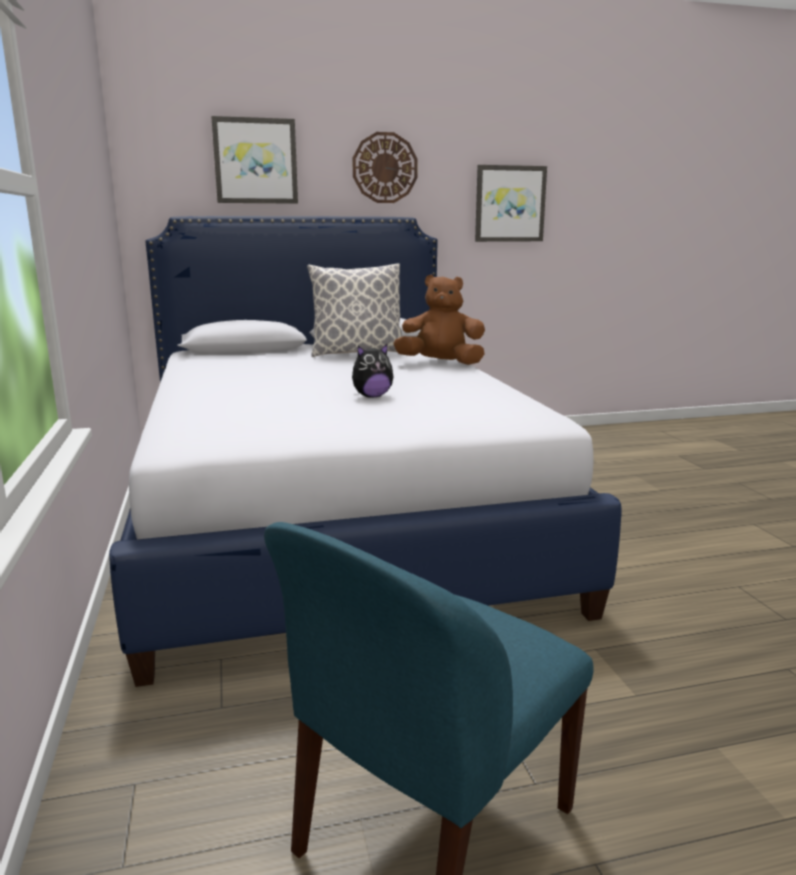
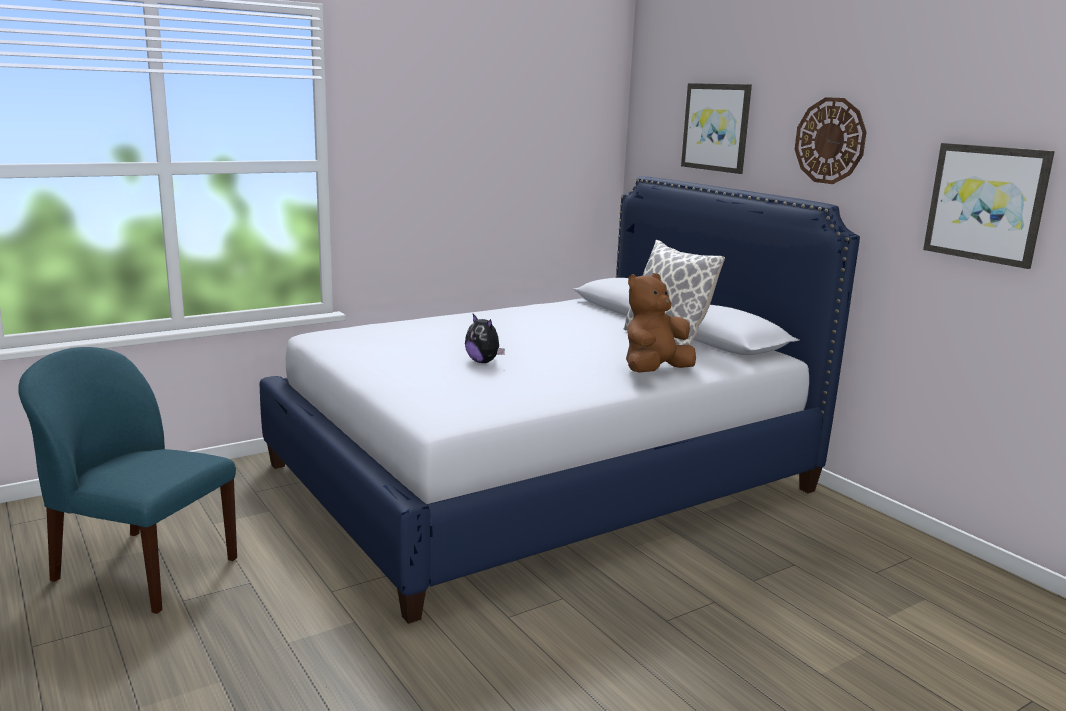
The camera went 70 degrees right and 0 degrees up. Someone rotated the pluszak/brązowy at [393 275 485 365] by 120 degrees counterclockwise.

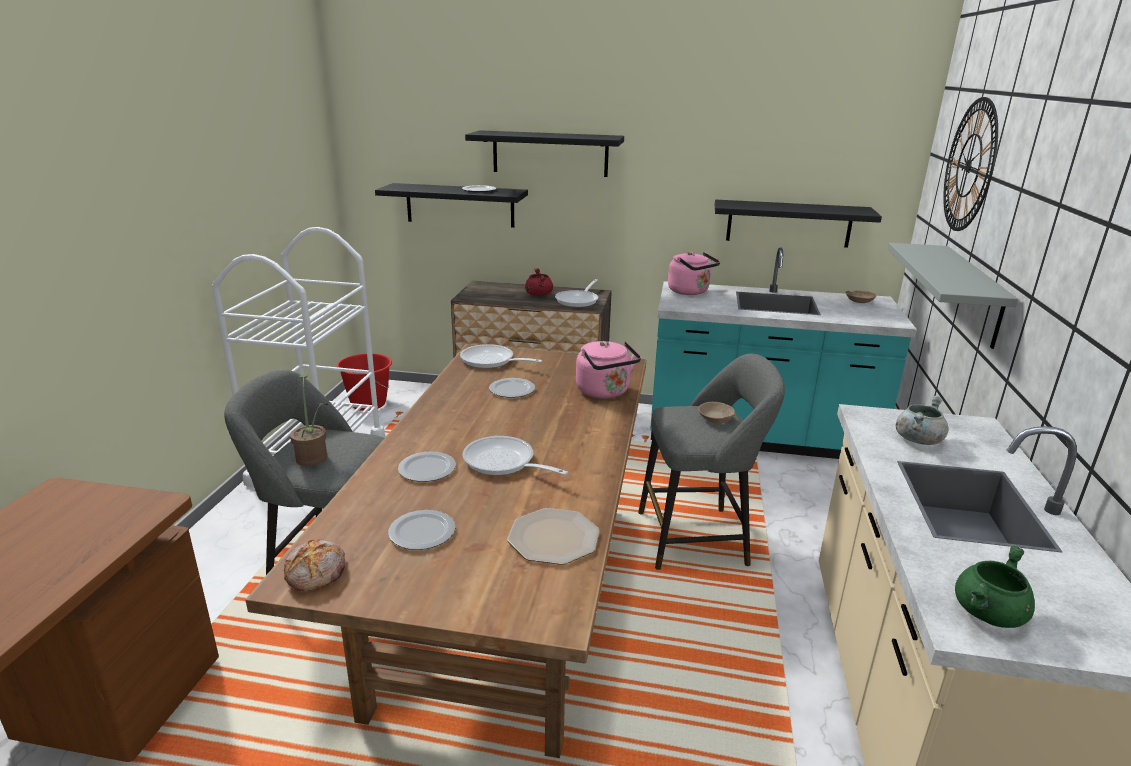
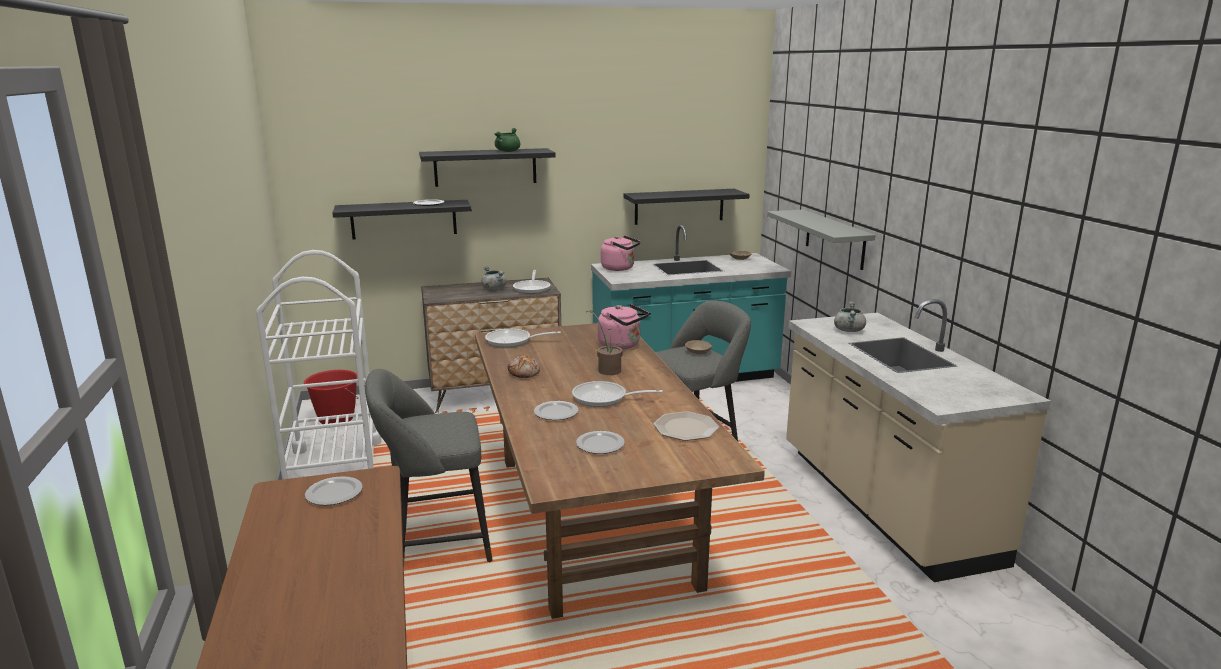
The camera went 25 degrees left and 5 degrees down. Someone took away the zegar ścienny at [943 97 998 231]. Someone repainted the garnek/czerwony at [525 268 553 296], which became the garnek/szary at [482 266 506 290]. Someone carried the roślina doniczkowa from [290 375 328 466] to [586 310 626 375]. Someone carried the talerz from [489 378 535 398] to [305 476 363 506]. Someone carried the chleb from [284 539 345 591] to [508 356 540 378]. Someone carried the garnek/zielony from [955 545 1035 628] to [495 128 520 152].

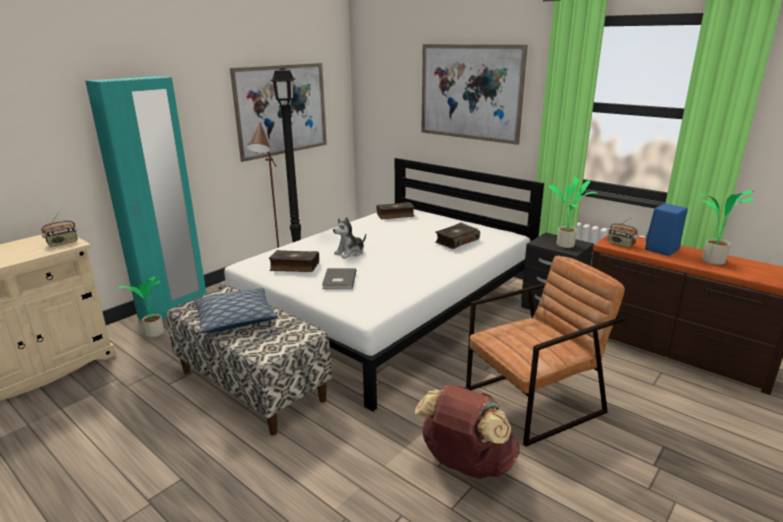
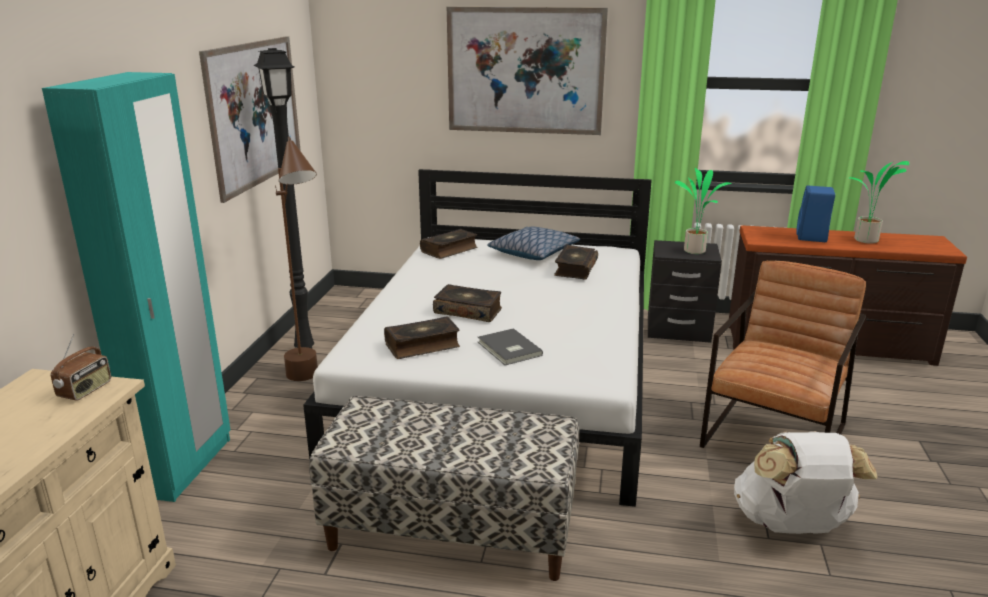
The camera went 30 degrees left and 0 degrees up. Someone swapped the pluszak at [333 217 366 259] for the książka at [433 284 502 322]. Someone took away the radio at [608 217 638 247]. Someone took away the roślina doniczkowa at [118 271 164 337]. Someone carried the poduszka from [194 288 278 333] to [487 227 580 260]. Someone repainted the plecak/brązowy at [415 385 520 479], which became the plecak/biały at [734 431 878 534].

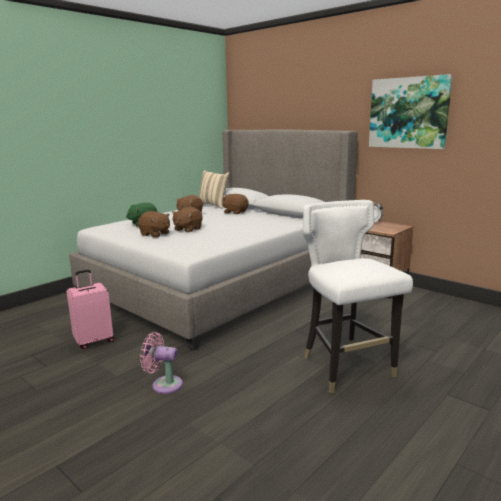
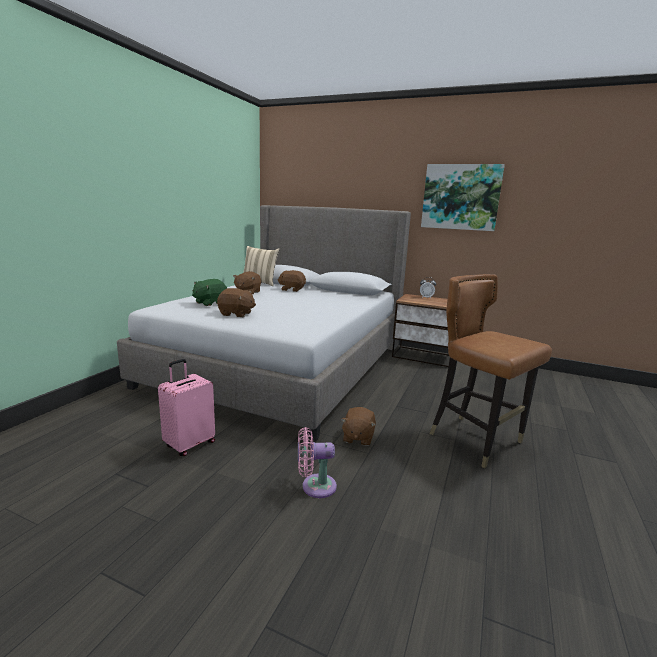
The camera went 20 degrees left and 0 degrees up. Someone repainted the krzesło/biały at [303 200 413 394], which became the krzesło/brązowy at [430 274 552 468]. Someone carried the pluszak/brązowy from [171 207 202 232] to [341 407 376 446].

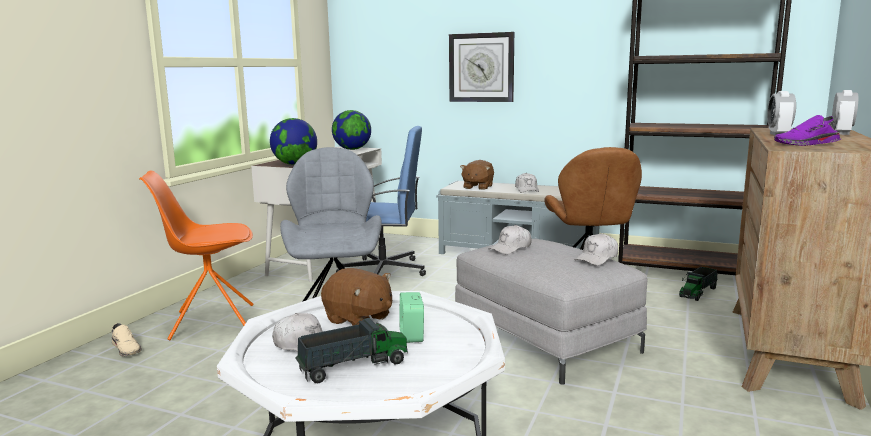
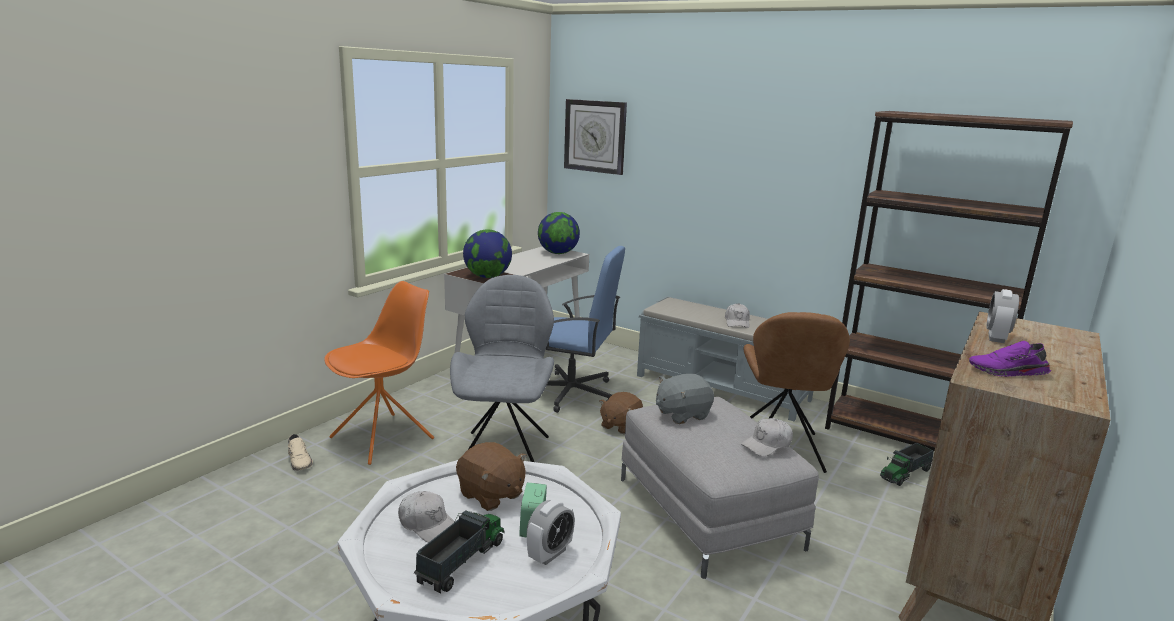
The camera went 10 degrees right and 5 degrees up. Someone carried the zegar ścienny from [449 32 514 102] to [564 99 627 175]. Someone carried the budzik from [832 90 858 135] to [527 499 575 565]. Someone carried the pluszak/brązowy from [460 160 494 190] to [599 392 643 434]. Someone rotated the krzesło/pomarańczowy at [139 170 254 340] by 135 degrees clockwise. Someone swapped the czapka z daszkiem/biały at [488 225 532 254] for the pluszak/szary at [656 374 714 424]. Someone rotated the ciężarówka zabawkowa at [295 318 408 383] by 45 degrees counterclockwise.

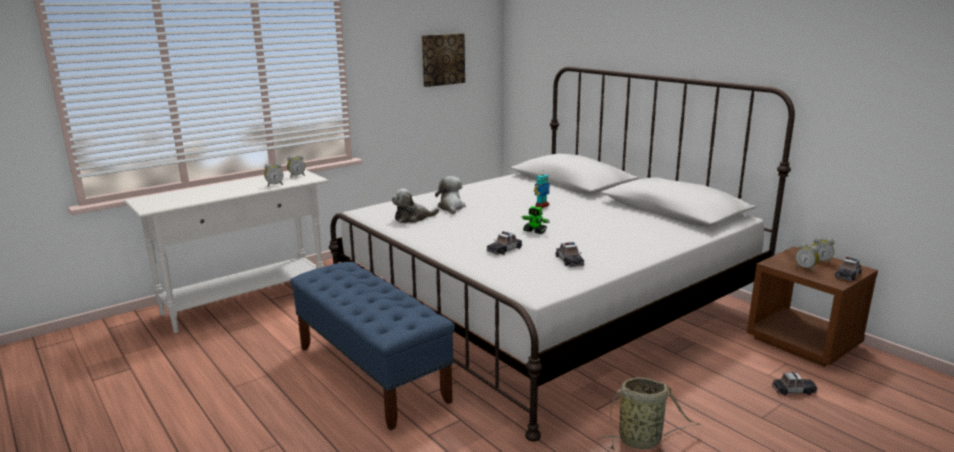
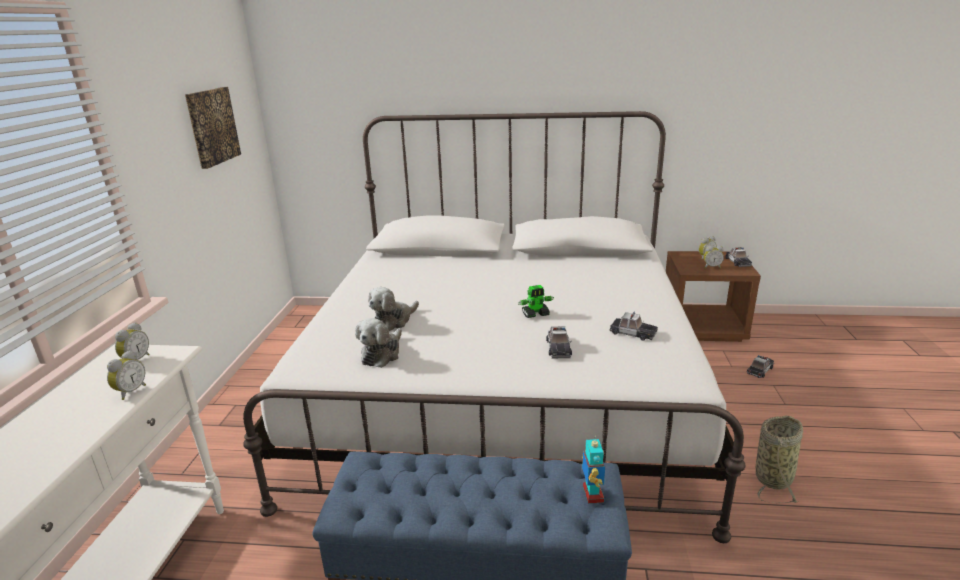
The camera went 45 degrees left and 5 degrees up. Someone carried the robot zabawkowy from [534 170 549 208] to [582 435 605 503]. Someone rotated the pluszak at [435 176 466 214] by 90 degrees counterclockwise.

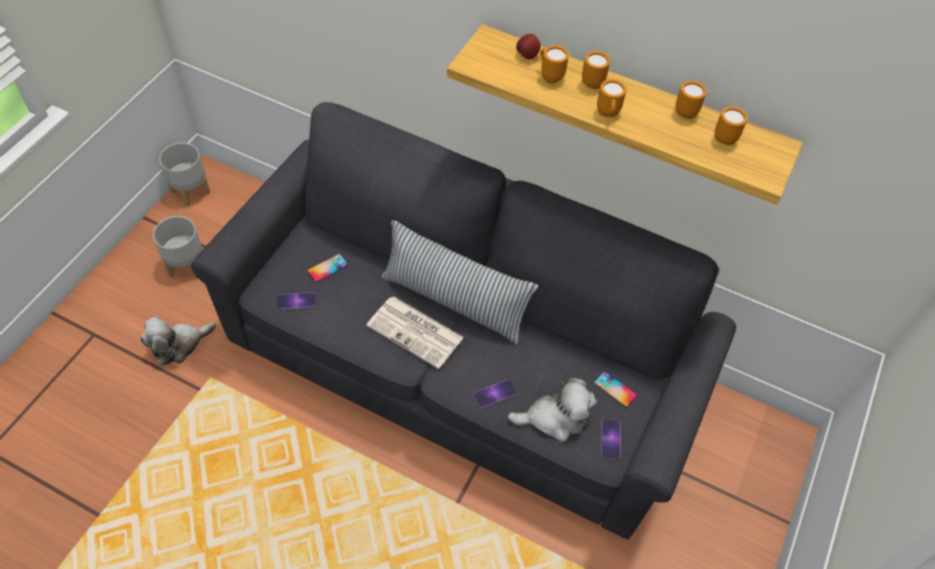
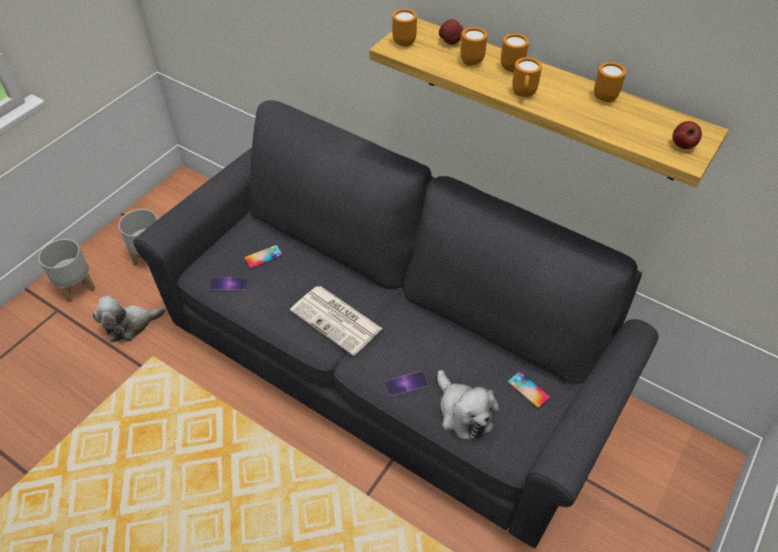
The camera went 10 degrees right and 5 degrees down. Someone carried the kubek/pomarańczowy from [715 106 748 145] to [392 9 417 47]. Someone carried the donica/szary from [159 143 210 206] to [38 239 95 302]. Someone took away the poduszka at [382 220 538 345]. Someone rotated the pluszak at [507 377 597 442] by 60 degrees clockwise. Someone took away the telefon at [601 418 621 459]. Someone put down the jabłko at [672 121 702 149].

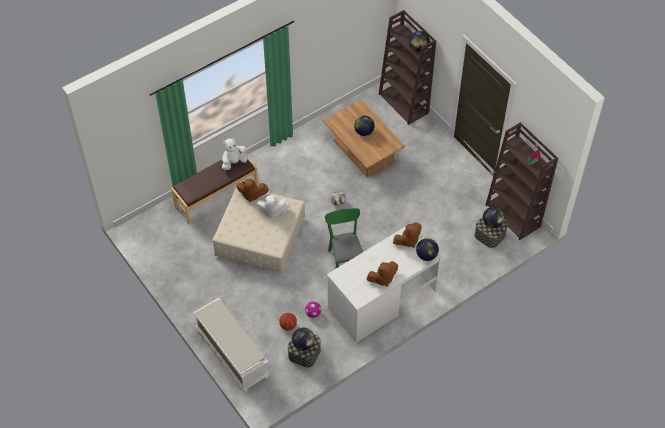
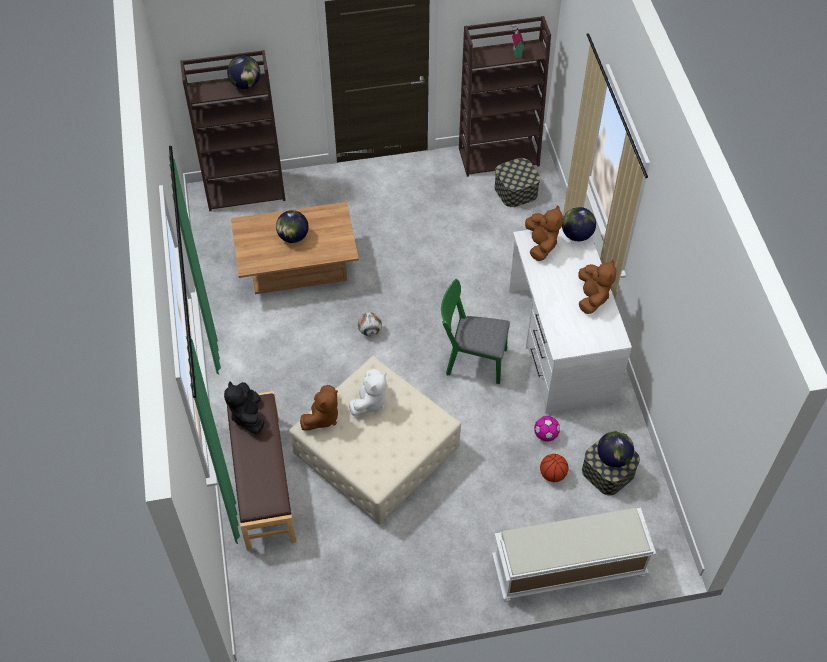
The camera went 65 degrees left and 0 degrees up. Someone repainted the pluszak/biały at [222 137 248 170], which became the pluszak/czarny at [224 381 264 434]. Someone took away the globus at [483 207 504 228].

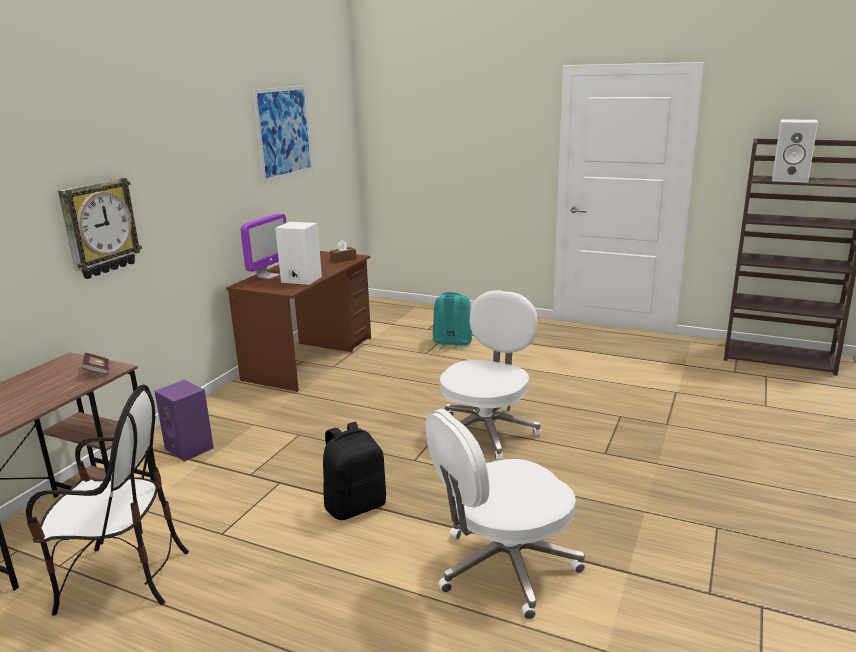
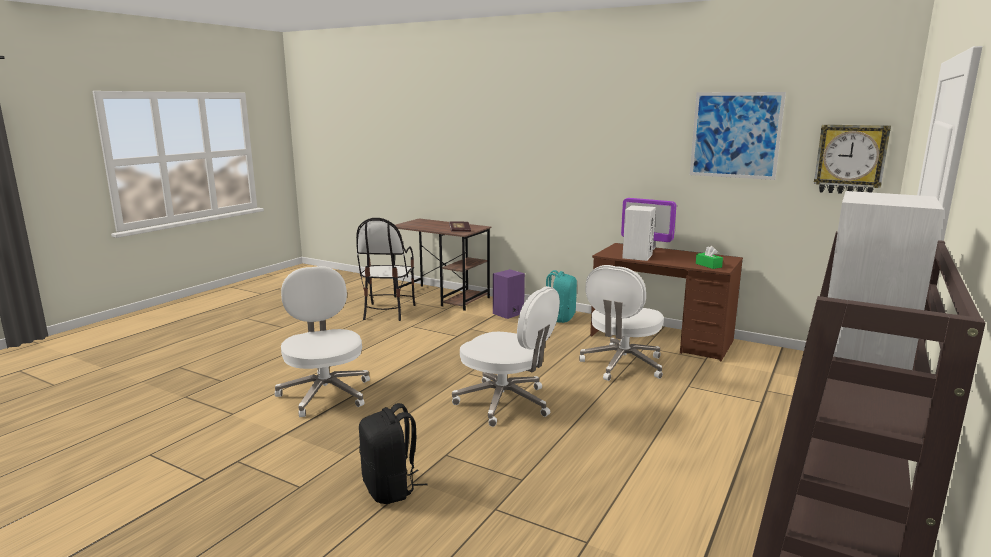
The camera went 95 degrees right and 5 degrees down. Someone carried the zegar ścienny from [58 178 142 279] to [814 124 891 194]. Someone repainted the pudełko chusteczek/brązowy at [330 240 357 263], which became the pudełko chusteczek/zielony at [696 246 723 269]. Someone carried the plecak/turkusowy from [433 292 472 350] to [546 270 577 323]. Someone carried the plecak/czarny from [323 422 386 520] to [359 403 428 504]. Someone put down the krzesło biurowe/biały at [579 265 664 381].

